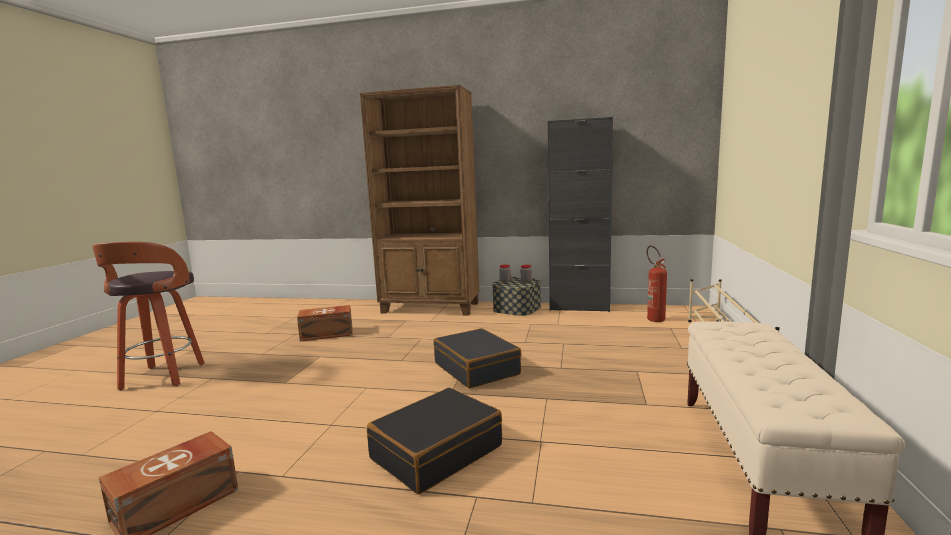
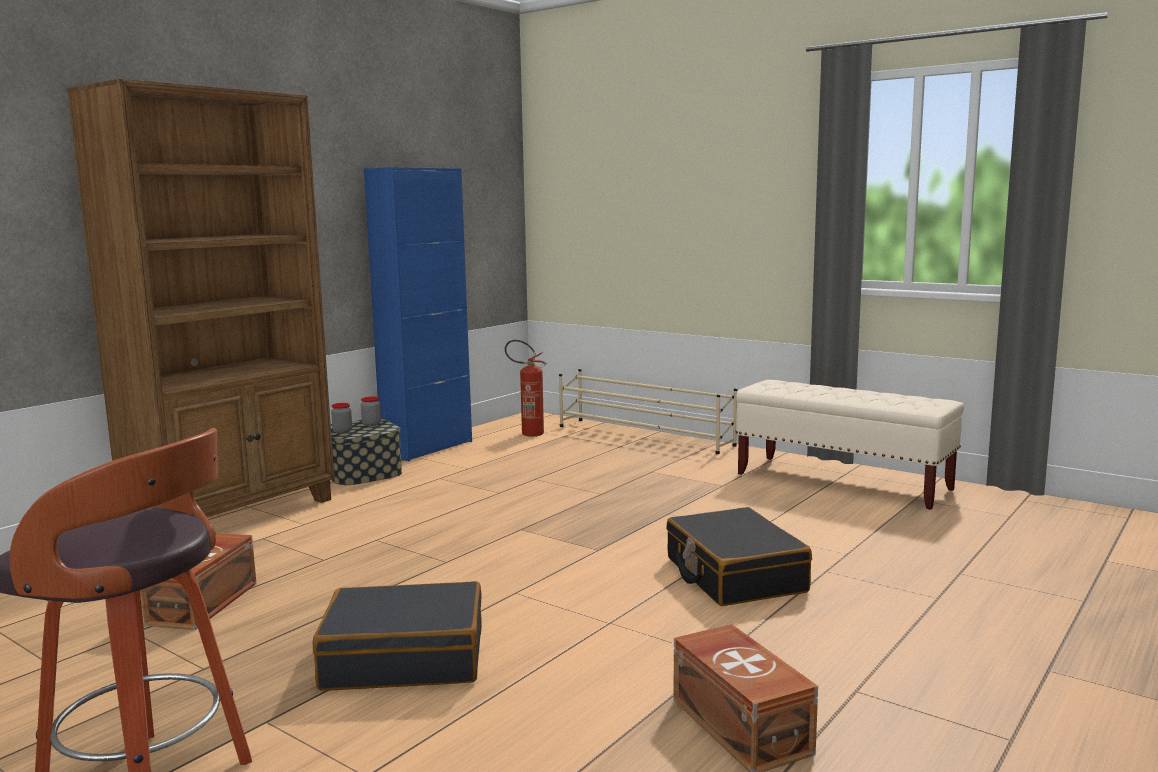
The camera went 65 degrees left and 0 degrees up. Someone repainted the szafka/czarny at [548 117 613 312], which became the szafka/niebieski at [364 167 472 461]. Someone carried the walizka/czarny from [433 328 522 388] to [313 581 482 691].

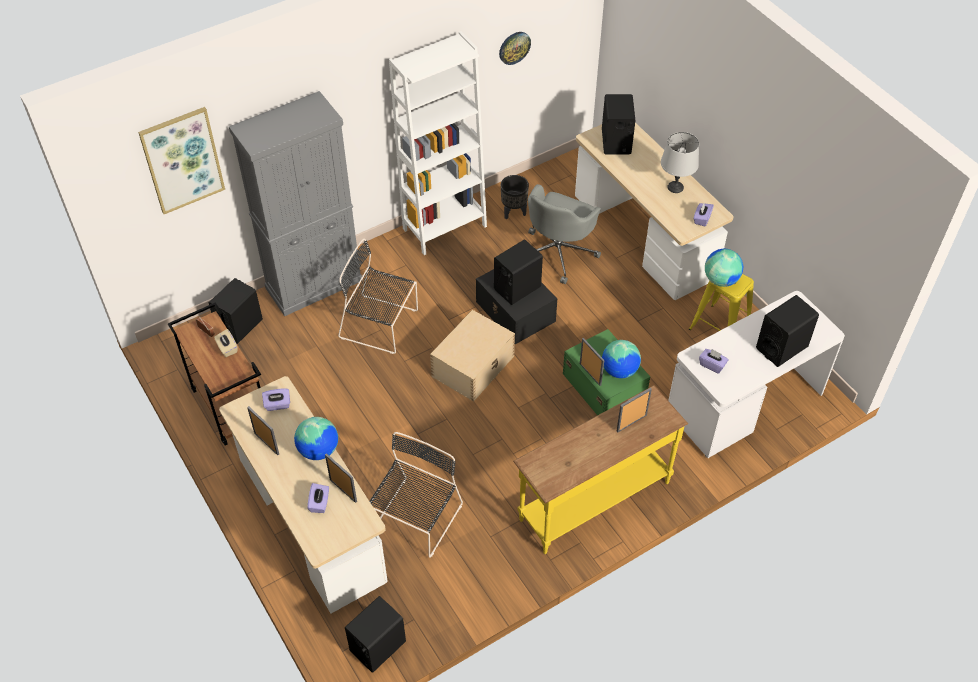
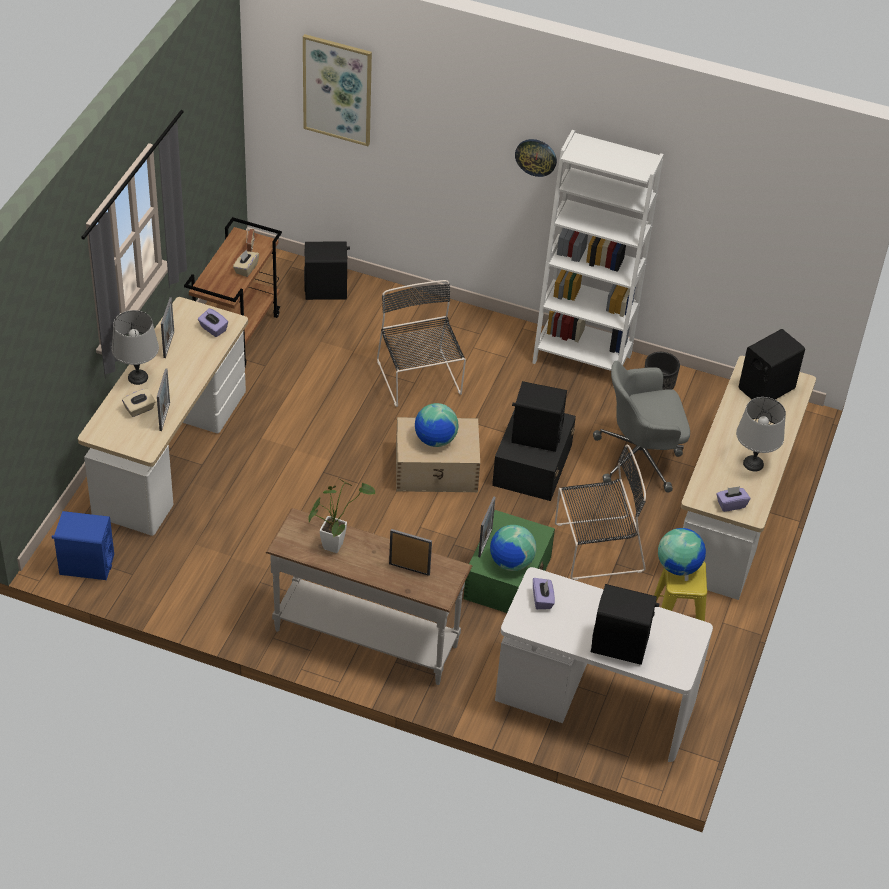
The camera went 50 degrees right and 5 degrees down. Someone carried the zegar ścienny from [499 32 531 65] to [515 139 557 177]. Someone took away the szafka/szary at [229 91 363 316]. Someone repainted the stolik konsolowy/żółty at [513 385 688 554], which became the stolik konsolowy/biały at [266 508 472 685]. Someone carried the globus from [294 417 338 460] to [415 403 459 447]. Someone carried the krzesło/czarny from [370 432 463 558] to [555 445 646 580]. Someone repainted the pudełko chusteczek/fioletowy at [307 483 329 513], which became the pudełko chusteczek/beżowy at [122 389 155 417]. Someone repainted the głośnik/czarny at [345 596 406 673], which became the głośnik/niebieski at [52 511 114 580]. Someone put down the lampa stołowa/szary at [112 310 159 385]. Someone put down the roślina doniczkowa at [308 479 375 553].

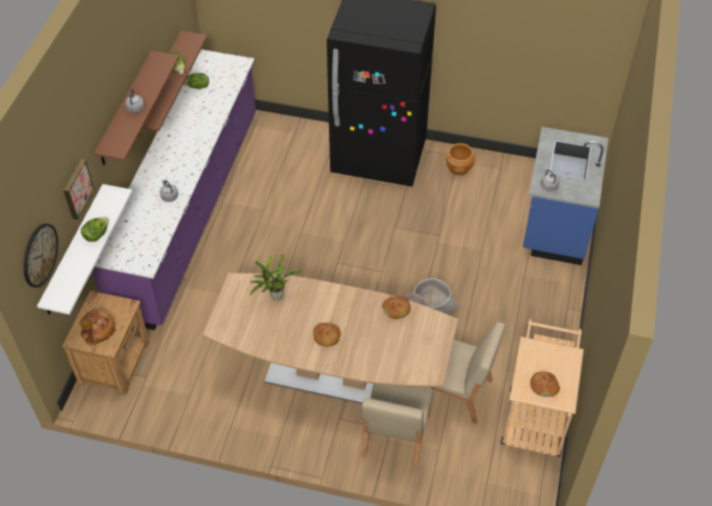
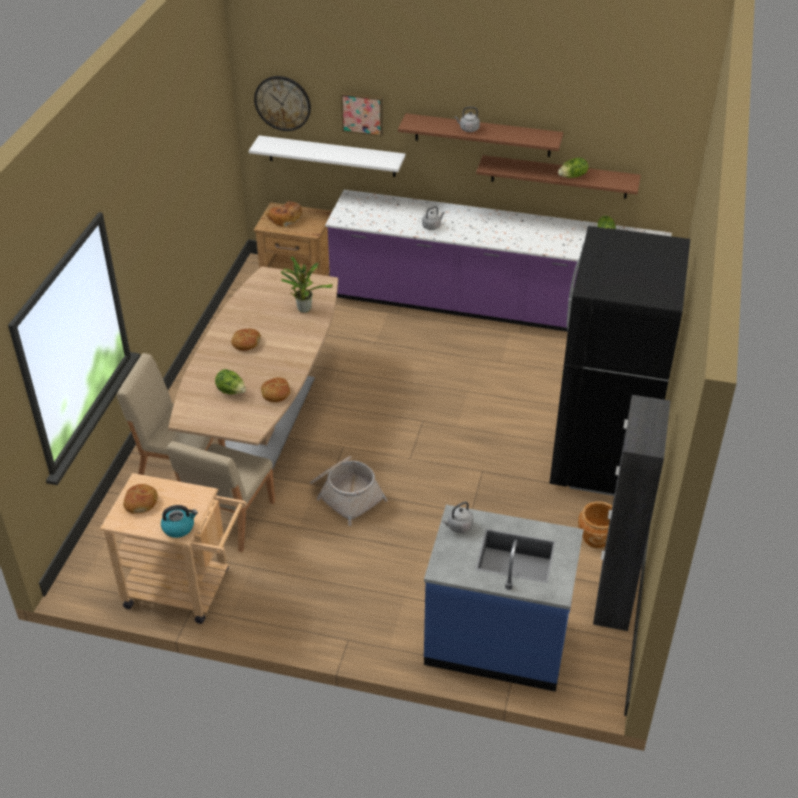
The camera went 90 degrees right and 10 degrees down. Someone carried the sałata from [81 217 108 242] to [215 369 246 395]. Someone put down the szafka/czarny at [593 395 670 631]. Someone put down the czajnik at [161 505 198 538].

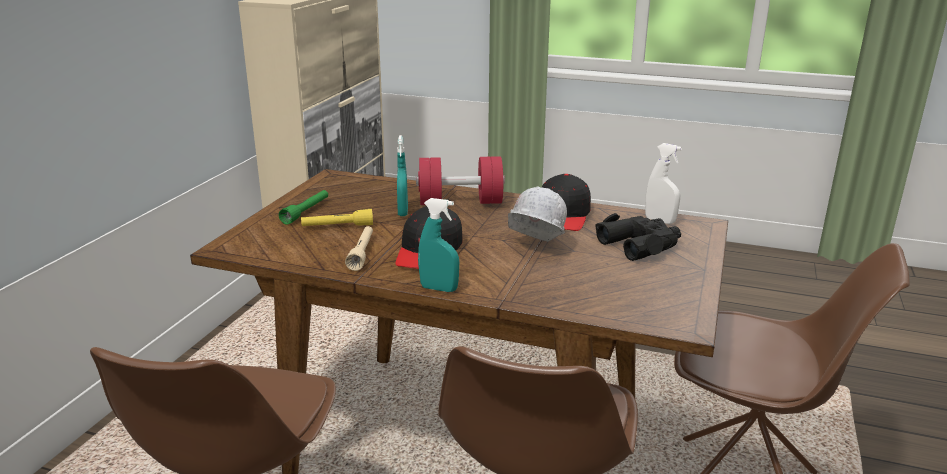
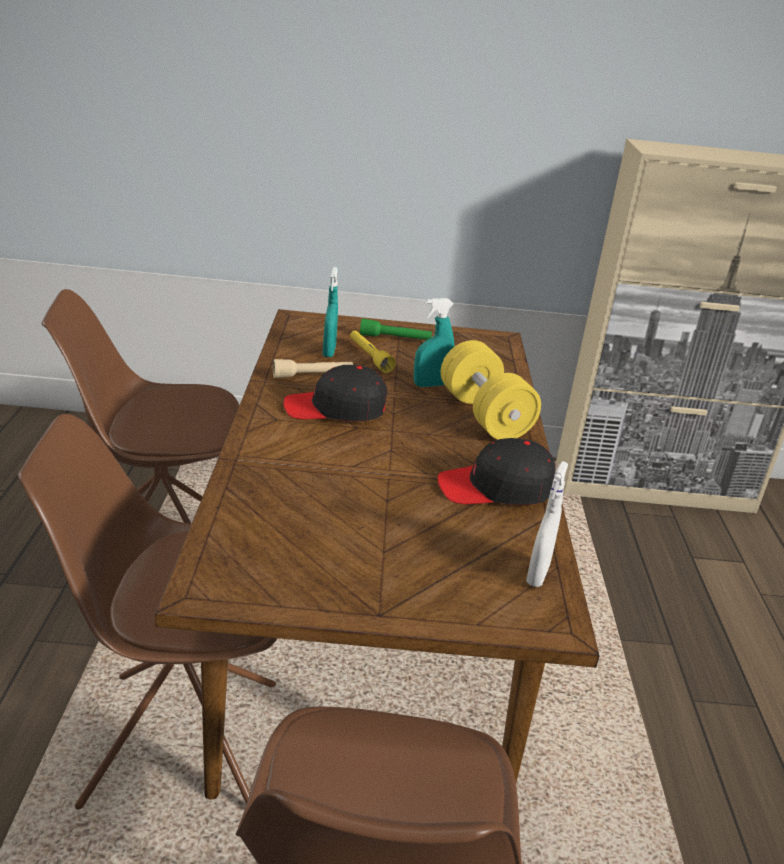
The camera went 70 degrees right and 5 degrees up. Someone repainted the hantel/czerwony at [416 156 505 205], which became the hantel/żółty at [441 340 541 440]. Someone took away the kask/biały at [508 186 567 242]. Someone carried the spryskiwacz/turkusowy from [418 198 459 292] to [323 267 338 357]. Someone took away the lornetka/czarny at [596 213 681 261].

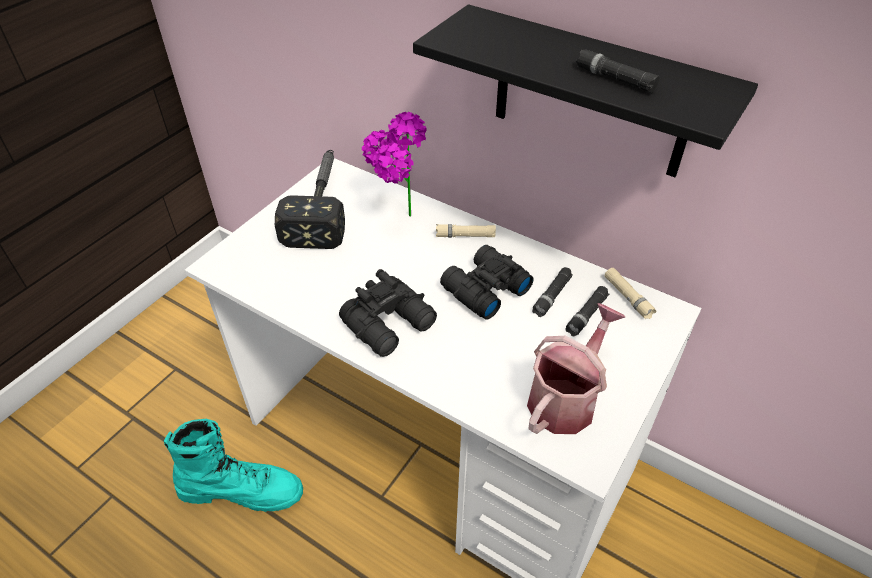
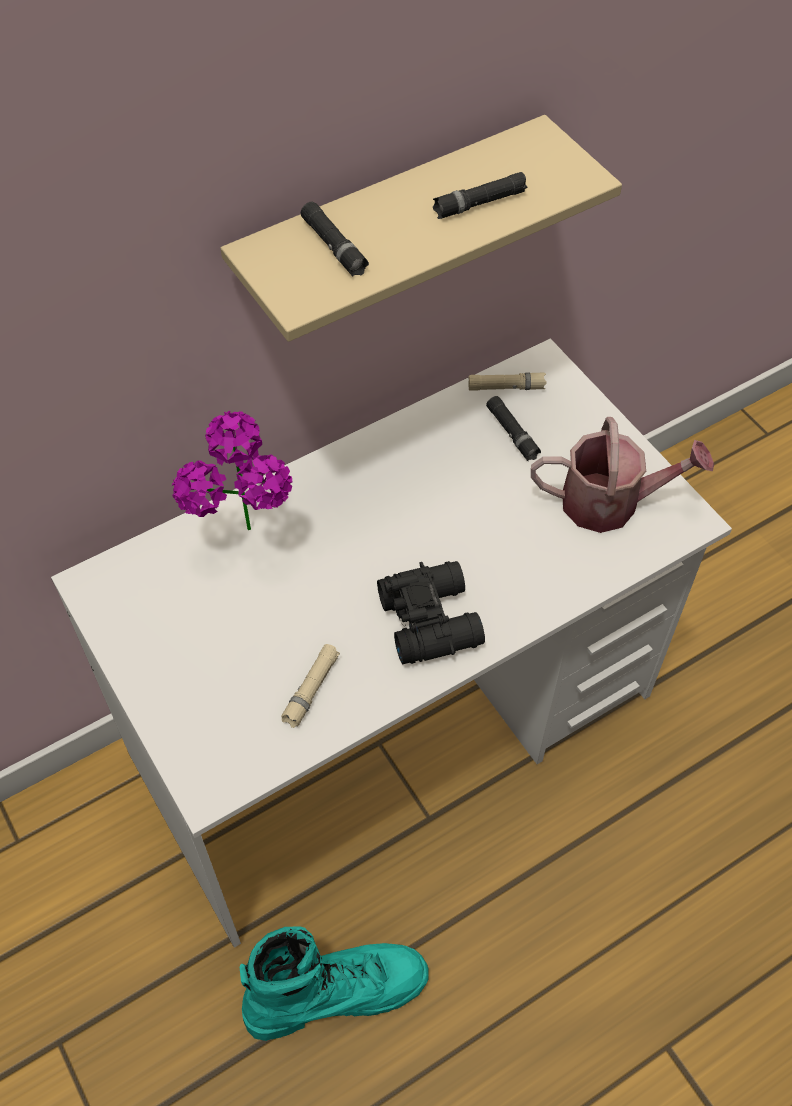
The camera went 65 degrees left and 10 degrees up. Someone repainted the półka/czarny at [413 4 758 177], which became the półka/beżowy at [220 115 622 342]. Someone took away the młotek at [275 150 345 249]. Someone carried the latarka/beżowy from [436 224 496 238] to [281 644 340 728]. Someone took away the lornetka/czarny at [440 245 534 320]. Someone carried the latarka/czarny from [532 267 573 317] to [301 202 369 277]. Someone rotated the konewka at [527 303 625 434] by 120 degrees clockwise. Someone rotated the but z cholewką/turkusowy at [164 419 303 512] by 45 degrees clockwise.

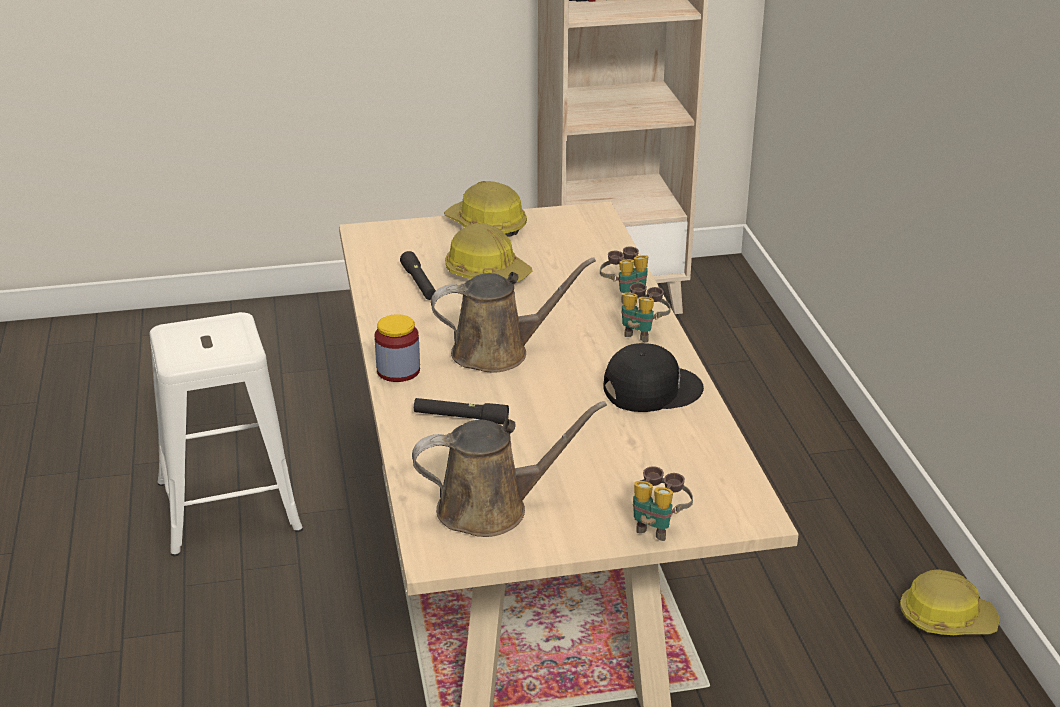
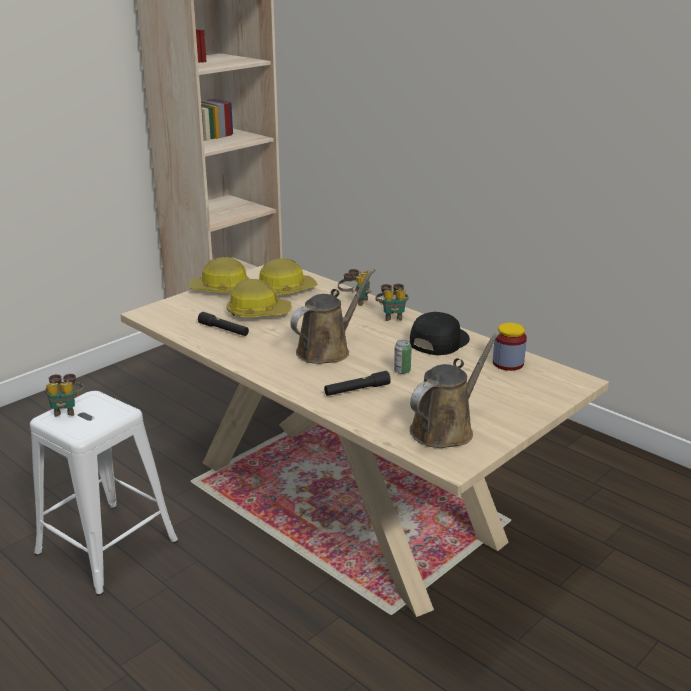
The camera went 35 degrees left and 5 degrees down. Someone carried the słoik from [374 314 420 382] to [493 323 527 371]. Someone carried the lornetka from [633 466 693 541] to [45 374 84 417]. Someone carried the kask from [900 569 999 635] to [259 258 317 295]. Someone put down the puszka at [394 340 412 374].

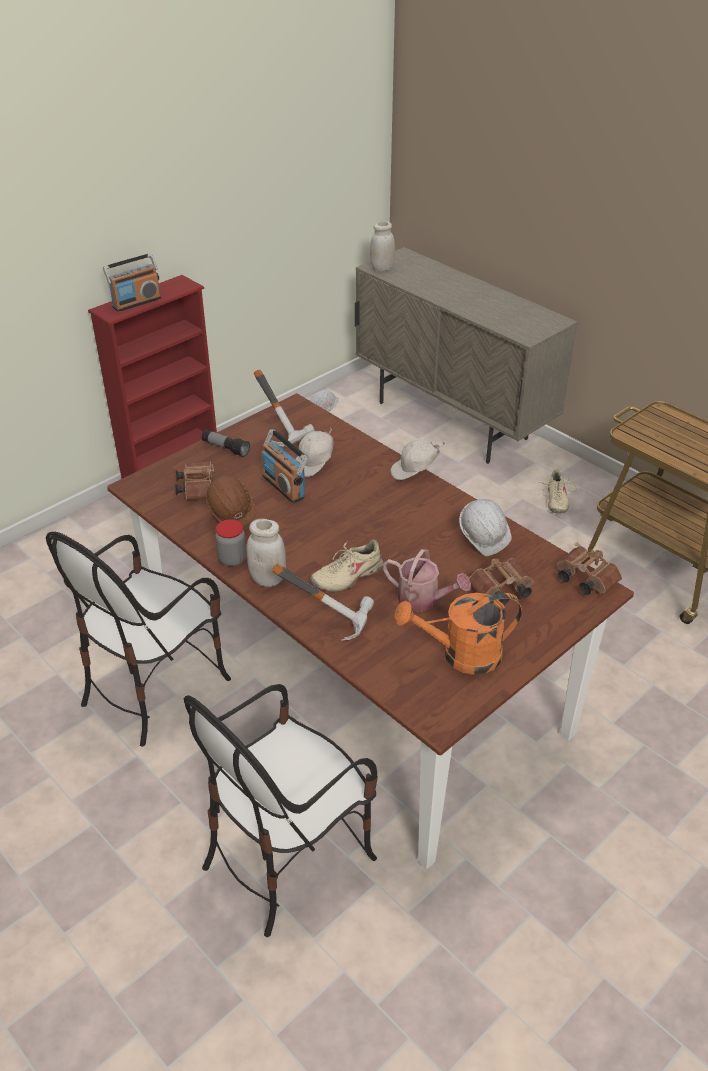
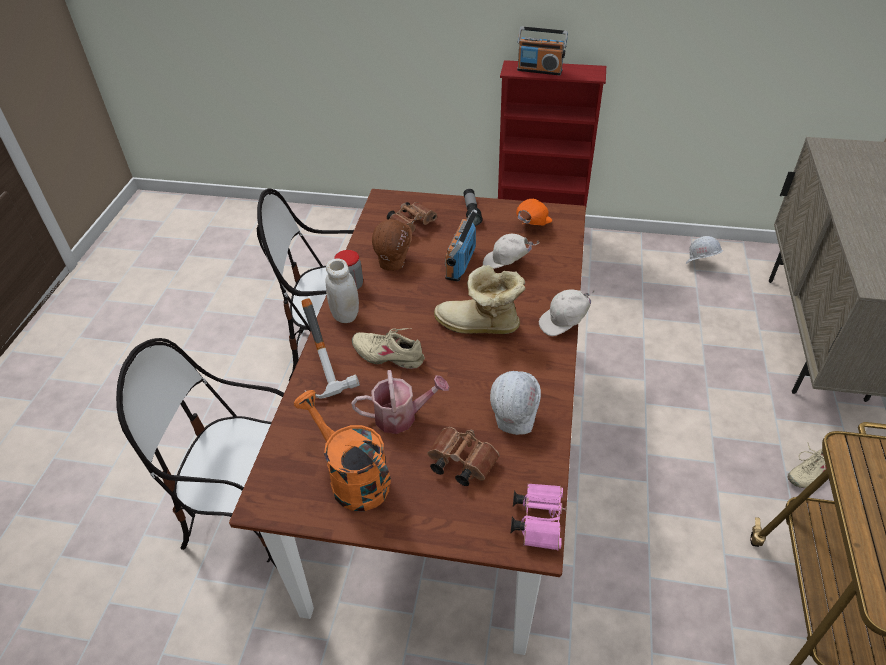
The camera went 55 degrees right and 5 degrees up. Someone took away the słoik/biały at [370 221 395 271]. Someone swapped the młotek at [254 370 315 447] for the czapka z daszkiem/pomarańczowy at [516 199 552 226]. Someone rotated the czapka z daszkiem/biały at [391 439 445 480] by 60 degrees counterclockwise. Someone repainted the lornetka/brązowy at [557 546 622 595], which became the lornetka/różowy at [511 483 566 550]. Someone rotated the konewka at [383 549 471 612] by 90 degrees counterclockwise. Someone put down the but z cholewką at [434 265 526 334].

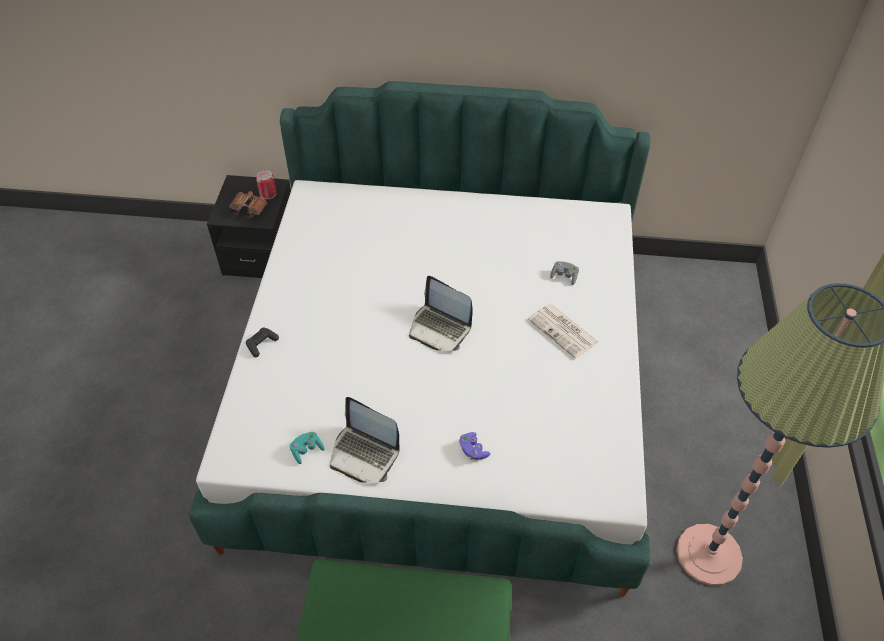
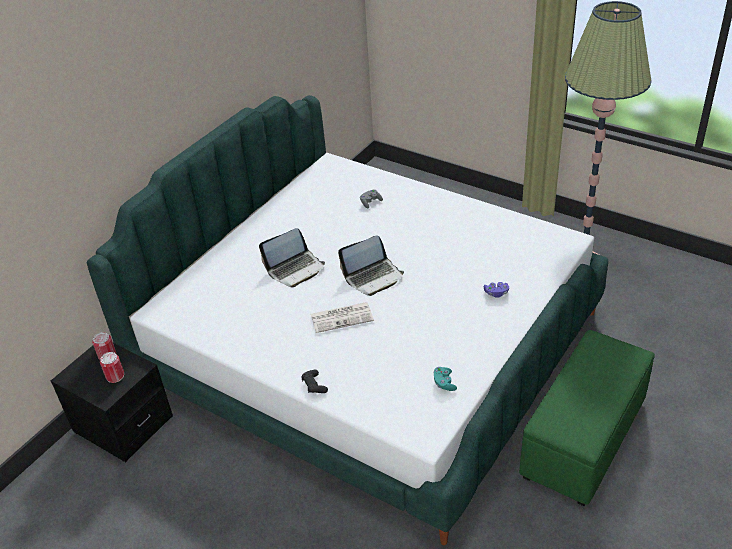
The camera went 60 degrees left and 10 degrees down. Someone swapped the lornetka/brązowy at [229 191 267 219] for the puszka at [100 352 124 383]. Someone carried the gazeta from [528 304 598 359] to [311 302 374 333]. Someone carried the laptop from [330 397 400 483] to [259 228 325 287].

